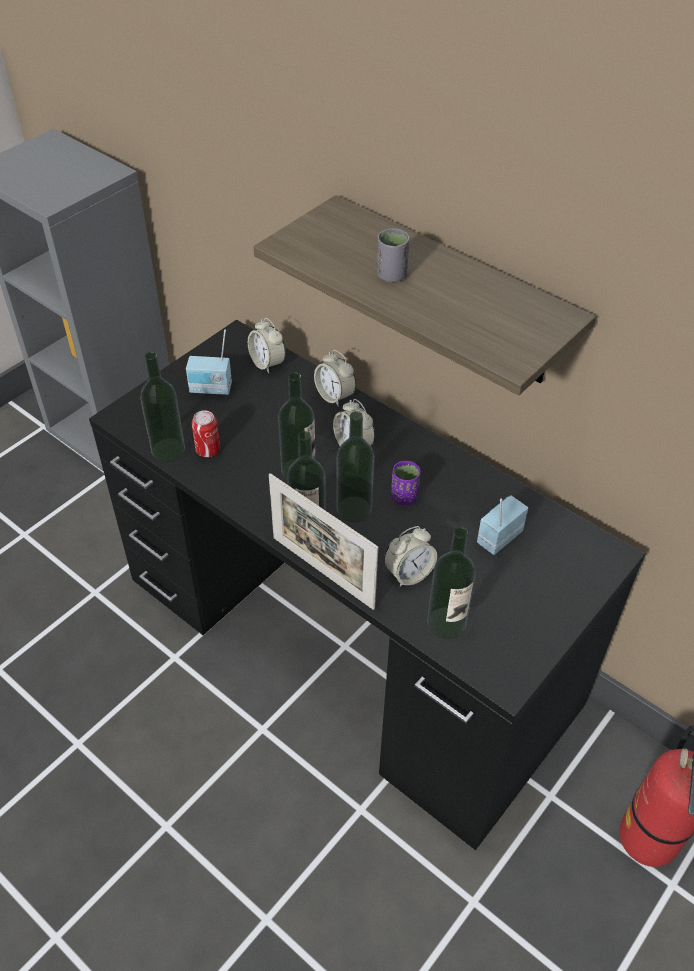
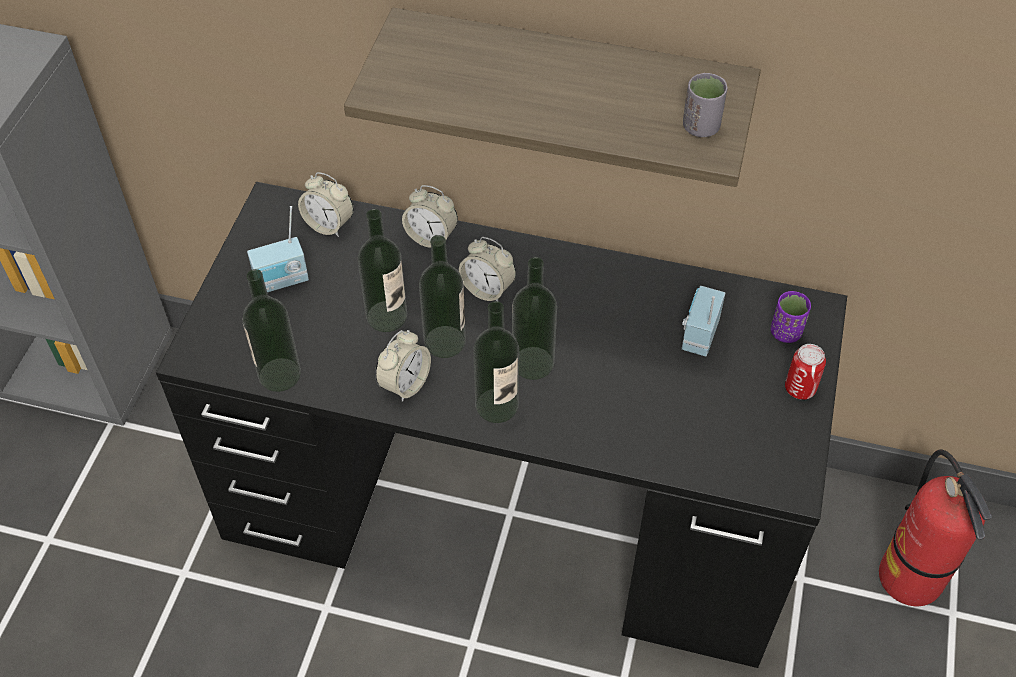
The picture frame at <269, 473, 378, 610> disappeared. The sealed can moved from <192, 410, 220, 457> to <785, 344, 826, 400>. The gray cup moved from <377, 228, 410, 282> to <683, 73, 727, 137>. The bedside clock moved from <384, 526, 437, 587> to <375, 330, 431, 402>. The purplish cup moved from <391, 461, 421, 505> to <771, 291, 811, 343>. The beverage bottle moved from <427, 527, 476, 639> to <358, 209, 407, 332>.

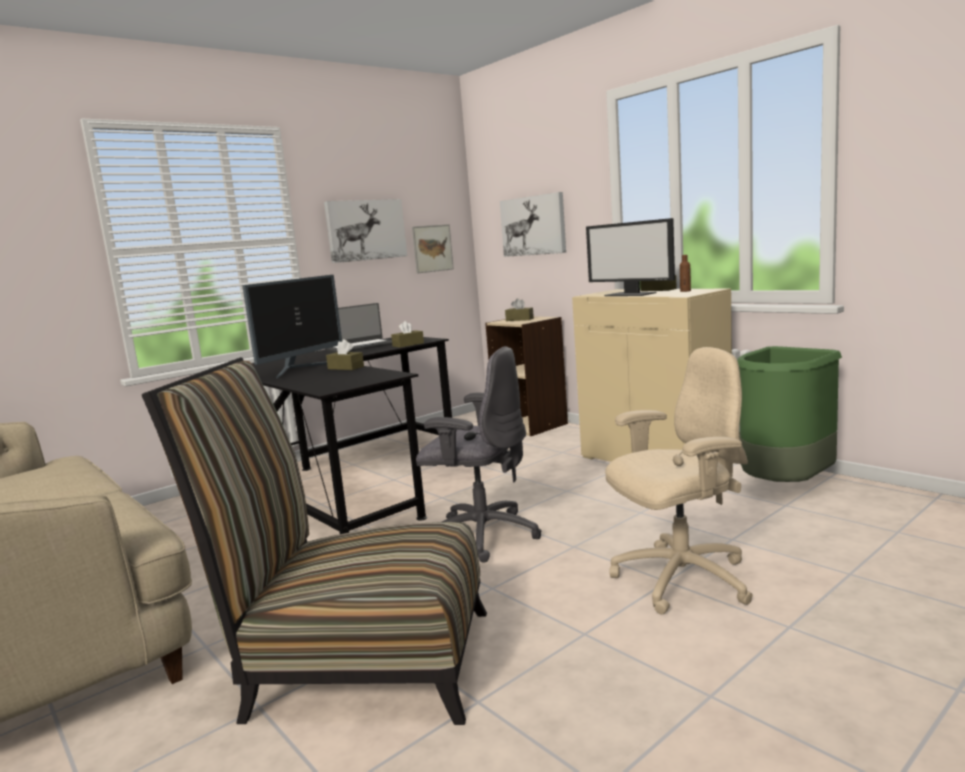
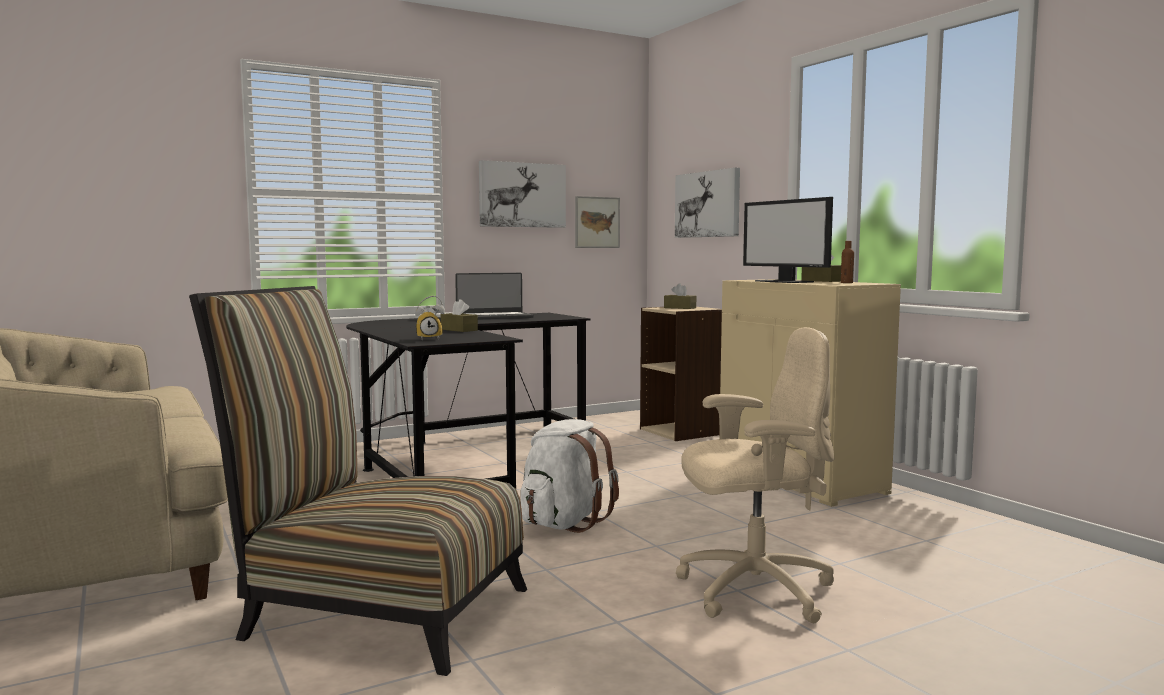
The monitor at <243, 275, 342, 378> disappeared. The brown tissue box at <391, 321, 424, 348> disappeared. The green-coloured trash can at <737, 346, 842, 482> disappeared. The bedside clock at <415, 296, 445, 340> appeared. The gray office chair at <416, 346, 541, 563> was replaced by the whitish knapsack at <521, 419, 619, 533>.

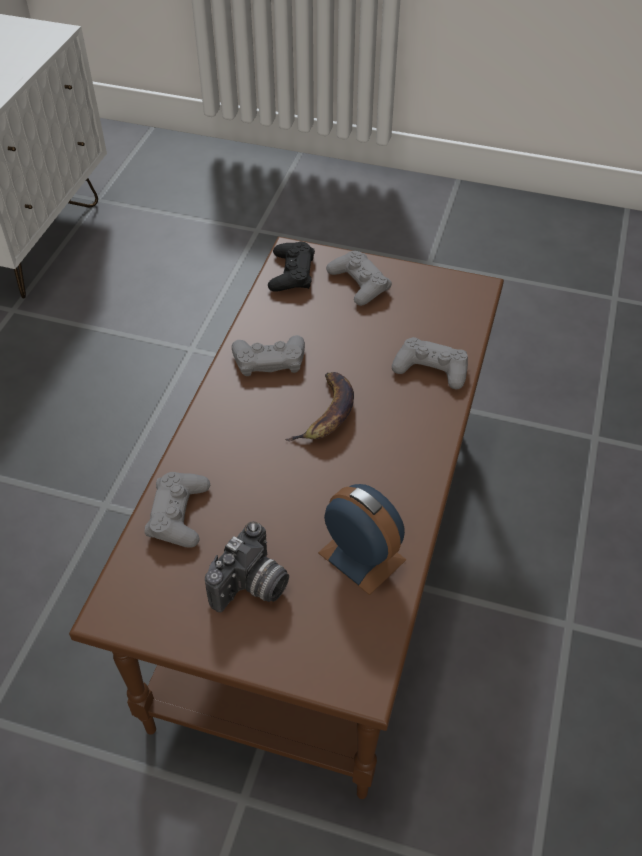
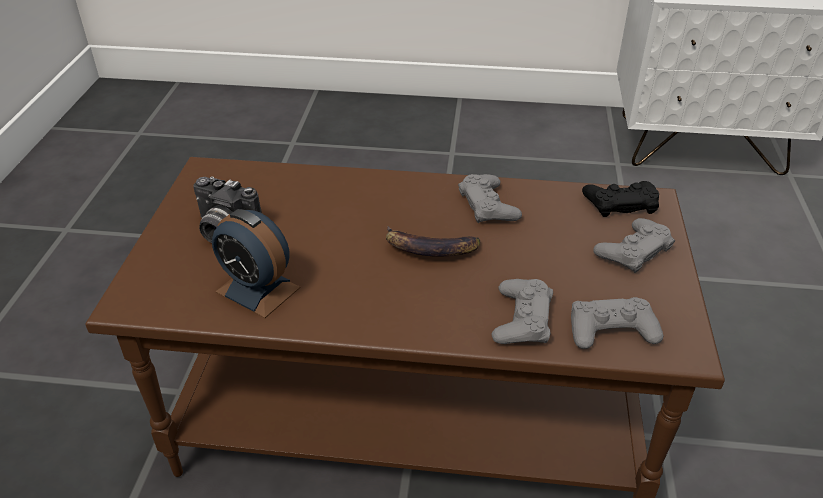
The gray gamepad moved from <145, 472, 210, 548> to <571, 297, 663, 349>. The bedside clock at <318, 484, 406, 595> turned 90 degrees clockwise.

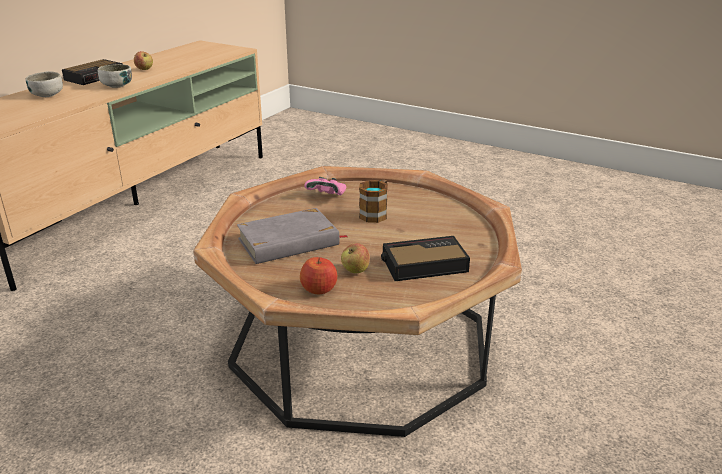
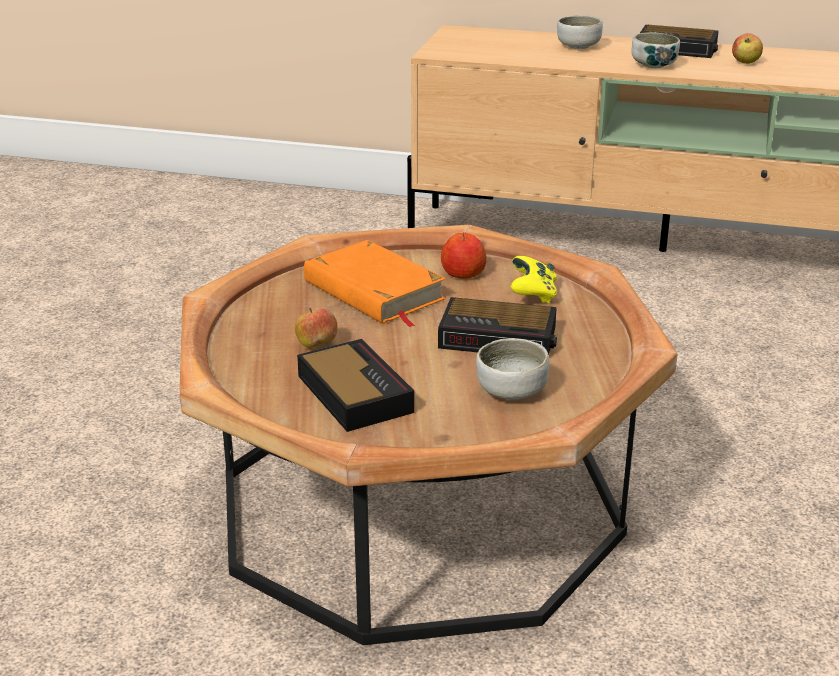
The bowl at <476, 338, 550, 400> appeared. The apple fruit moved from <300, 257, 337, 294> to <441, 233, 487, 279>. The tea mug at <359, 180, 388, 223> was replaced by the bedside clock at <438, 297, 557, 355>. The gray book at <237, 208, 347, 264> became the orange book at <304, 240, 446, 327>. The pinkish gamepad at <304, 177, 346, 195> became the yellow gamepad at <510, 256, 557, 304>.

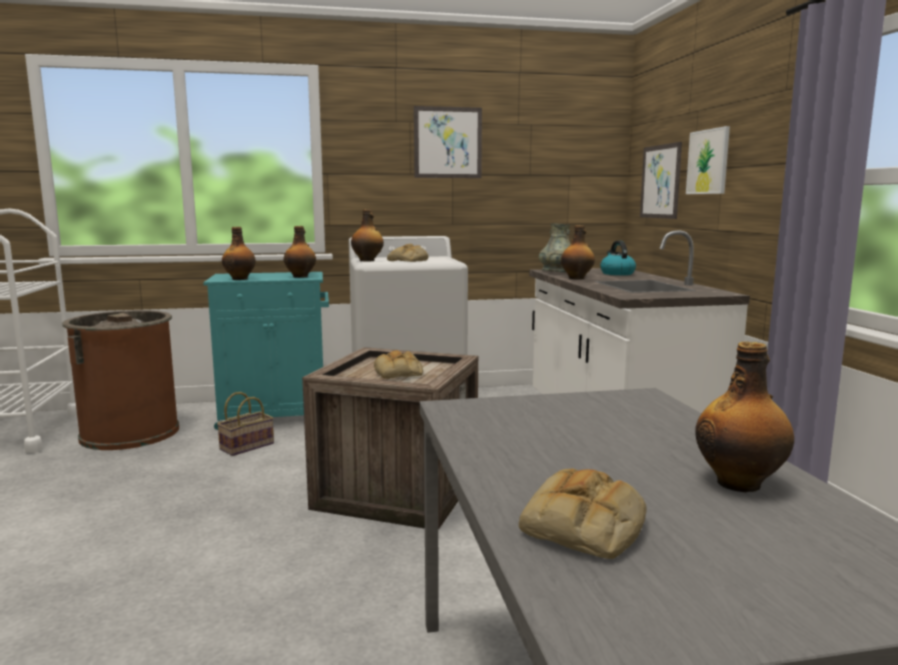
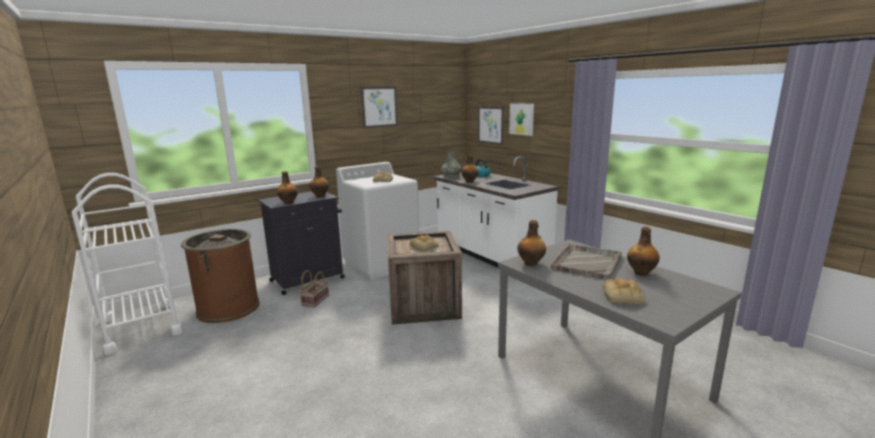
The gray serving tray at <551, 244, 622, 280> appeared. The beverage bottle moved from <351, 209, 384, 262> to <517, 220, 546, 266>. The blue-green cabinet at <203, 272, 329, 430> became the black cabinet at <258, 191, 345, 295>.

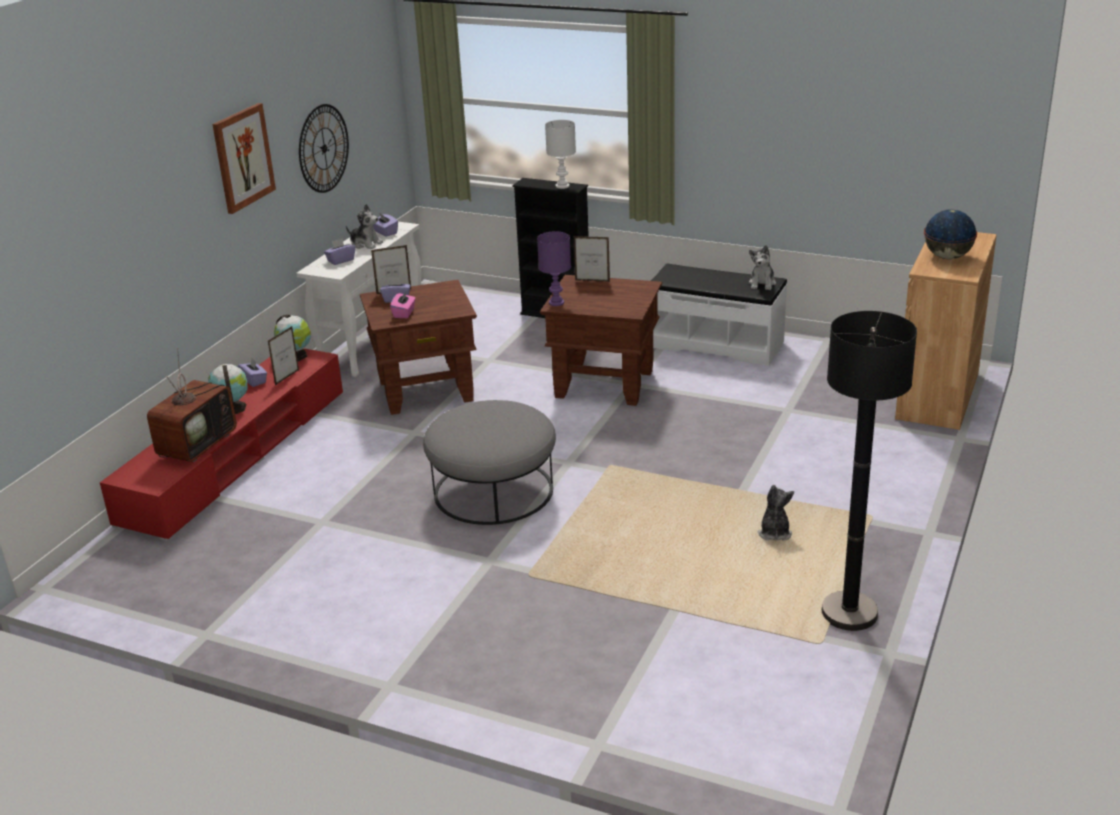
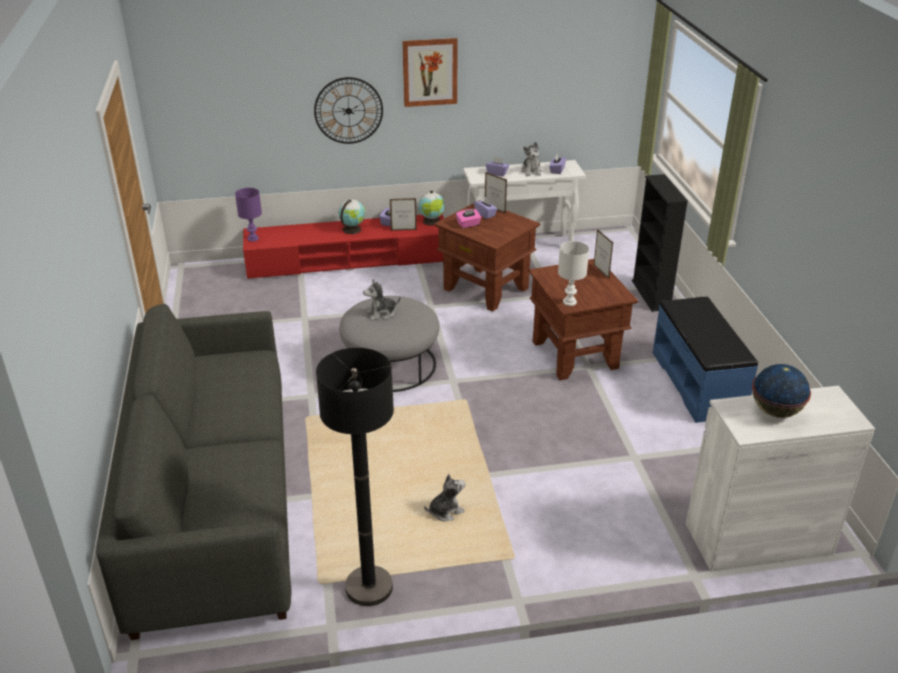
The TV set at <147, 348, 237, 462> disappeared. The gray settee at <96, 304, 292, 640> appeared. The wall clock moved from <299, 104, 349, 193> to <314, 77, 383, 144>. The purplish lamp for a table moved from <537, 231, 571, 306> to <235, 188, 262, 242>. The whitish lamp for a table moved from <545, 120, 576, 189> to <558, 241, 589, 306>. The soft toy moved from <749, 245, 776, 290> to <363, 279, 401, 320>. The whitish bench at <651, 263, 787, 366> became the blue bench at <653, 296, 758, 423>. The brown cabinet at <895, 232, 997, 430> became the whitish cabinet at <686, 386, 875, 571>.

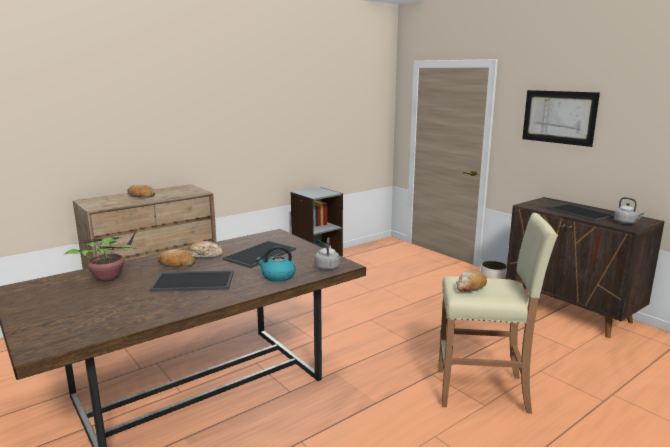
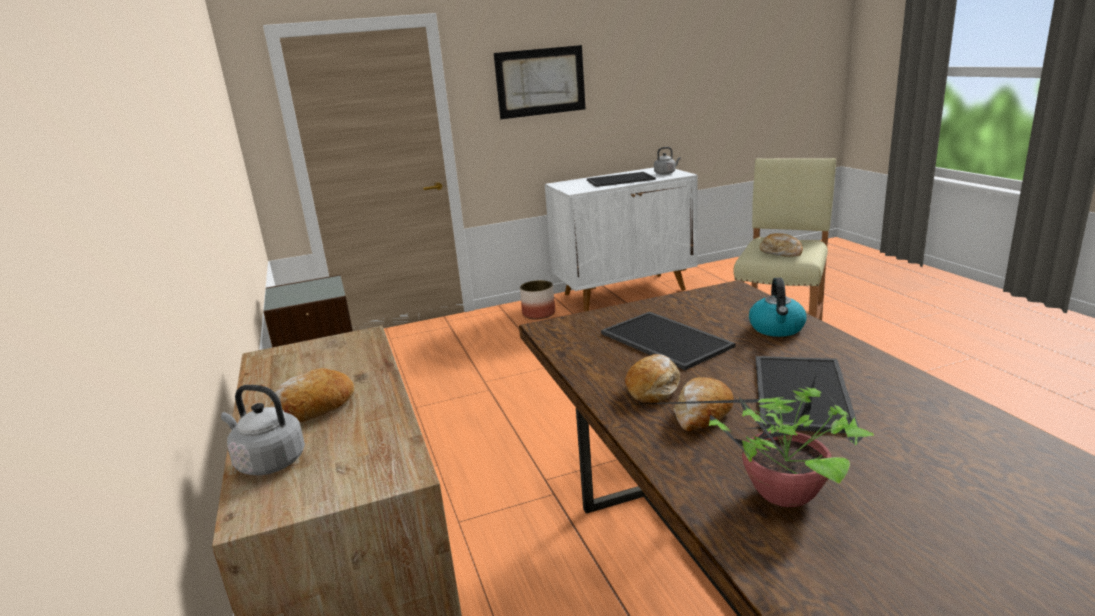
The gray kettle moved from <315, 238, 340, 270> to <221, 385, 305, 475>. The brown cabinet at <506, 197, 665, 338> became the whitish cabinet at <545, 168, 698, 311>.

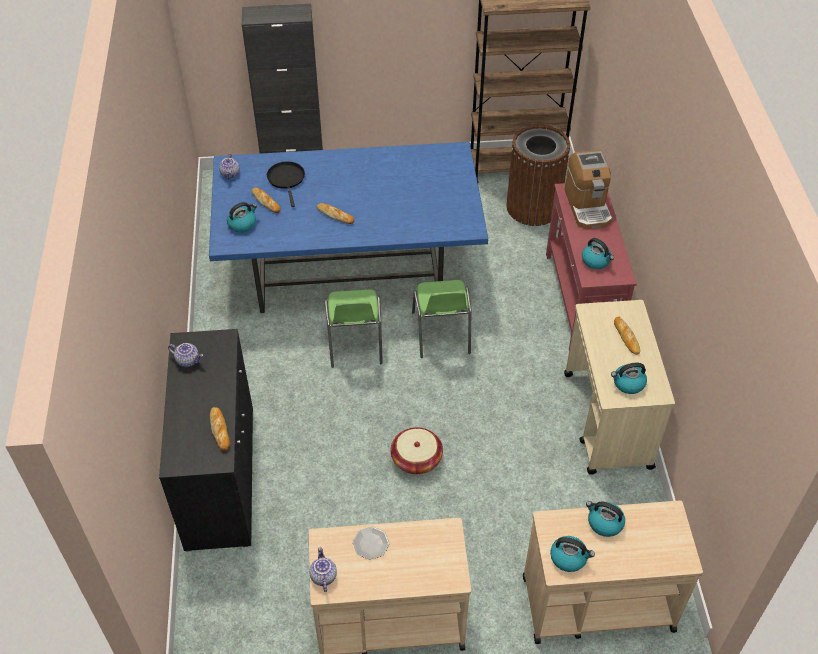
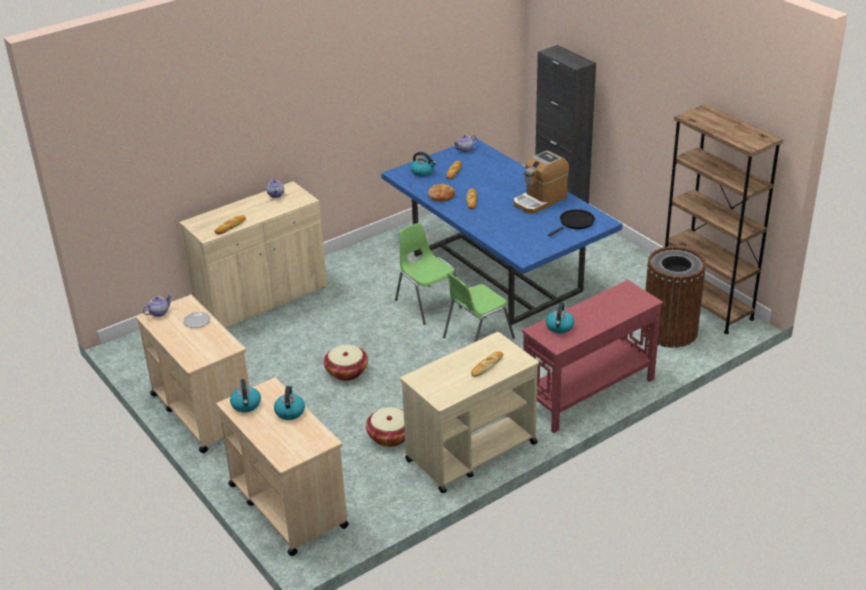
The kettle at <611, 363, 647, 394> disappeared. The storage basket at <366, 407, 405, 447> appeared. The bakery bread at <428, 184, 455, 202> appeared. The black skillet moved from <267, 161, 305, 207> to <548, 209, 595, 237>. The coffee machine moved from <565, 150, 612, 229> to <514, 151, 569, 214>. The black cabinet at <159, 329, 253, 552> became the beige cabinet at <179, 181, 327, 328>. The green-coloured upright chair at <325, 289, 383, 368> turned 90 degrees clockwise.

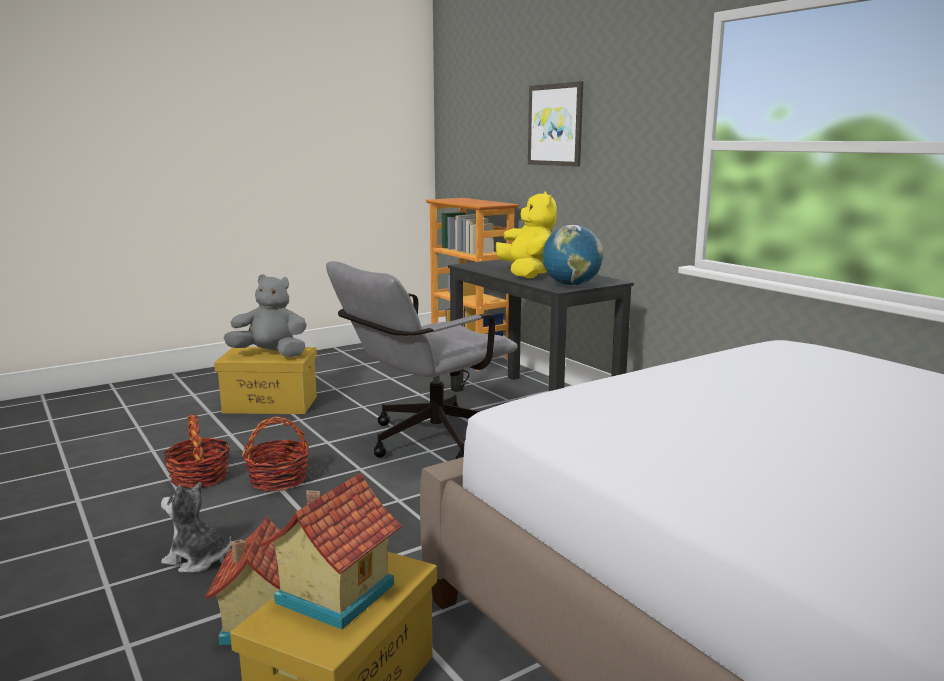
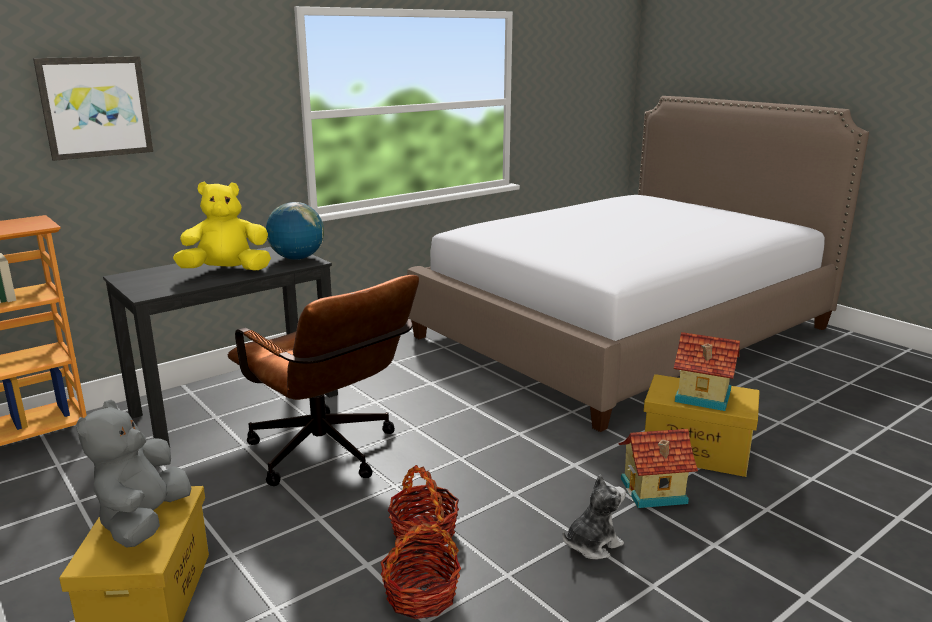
The gray office chair at <326, 261, 518, 459> became the brown office chair at <228, 275, 419, 486>. The soft toy at <161, 482, 232, 573> turned 135 degrees counterclockwise.

